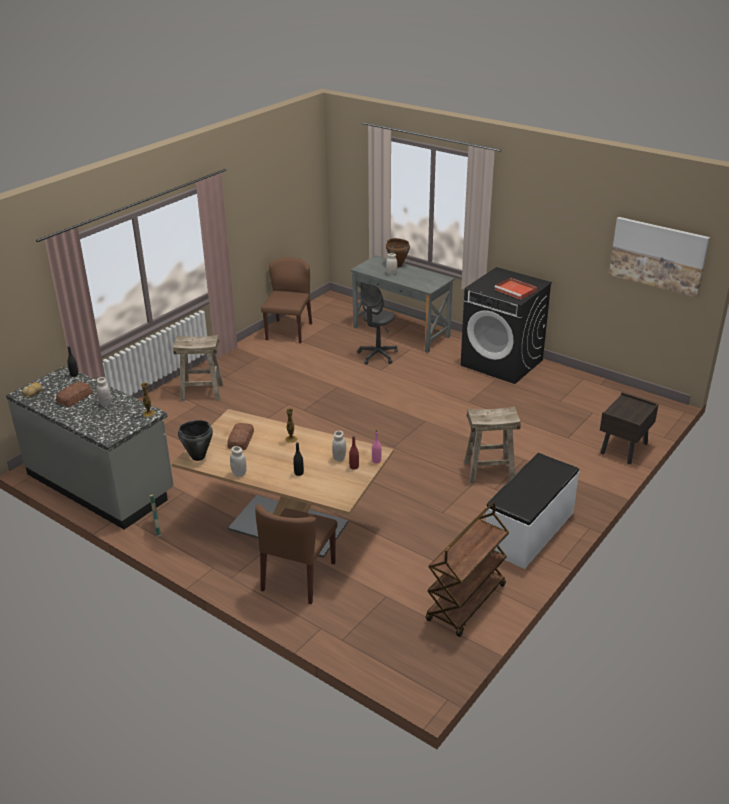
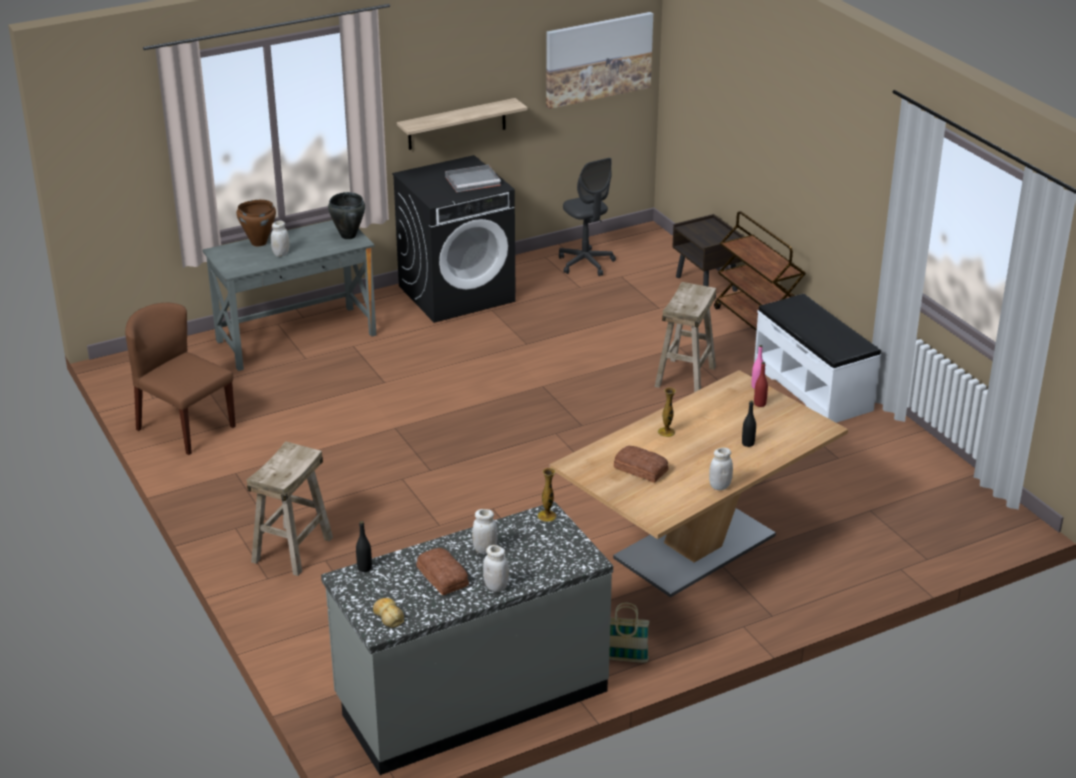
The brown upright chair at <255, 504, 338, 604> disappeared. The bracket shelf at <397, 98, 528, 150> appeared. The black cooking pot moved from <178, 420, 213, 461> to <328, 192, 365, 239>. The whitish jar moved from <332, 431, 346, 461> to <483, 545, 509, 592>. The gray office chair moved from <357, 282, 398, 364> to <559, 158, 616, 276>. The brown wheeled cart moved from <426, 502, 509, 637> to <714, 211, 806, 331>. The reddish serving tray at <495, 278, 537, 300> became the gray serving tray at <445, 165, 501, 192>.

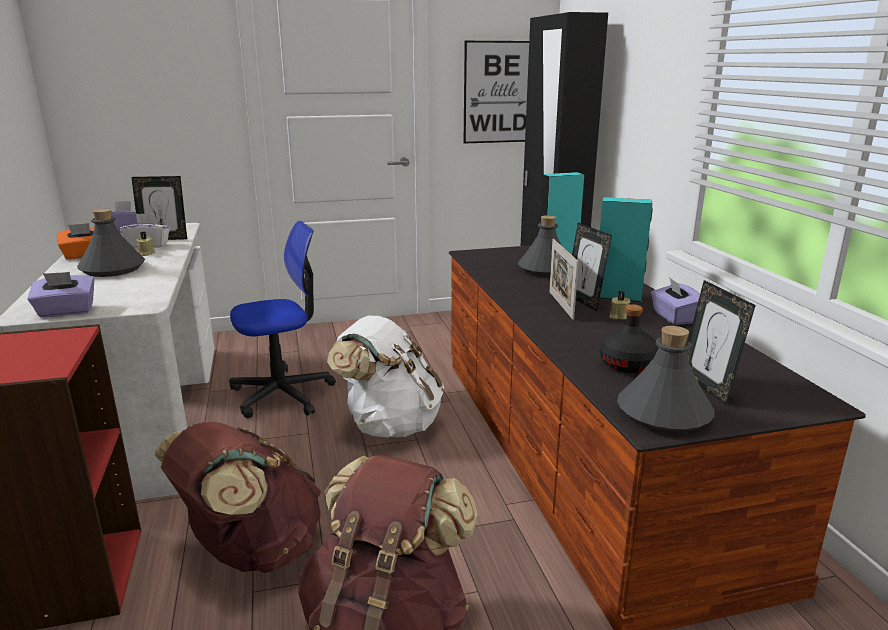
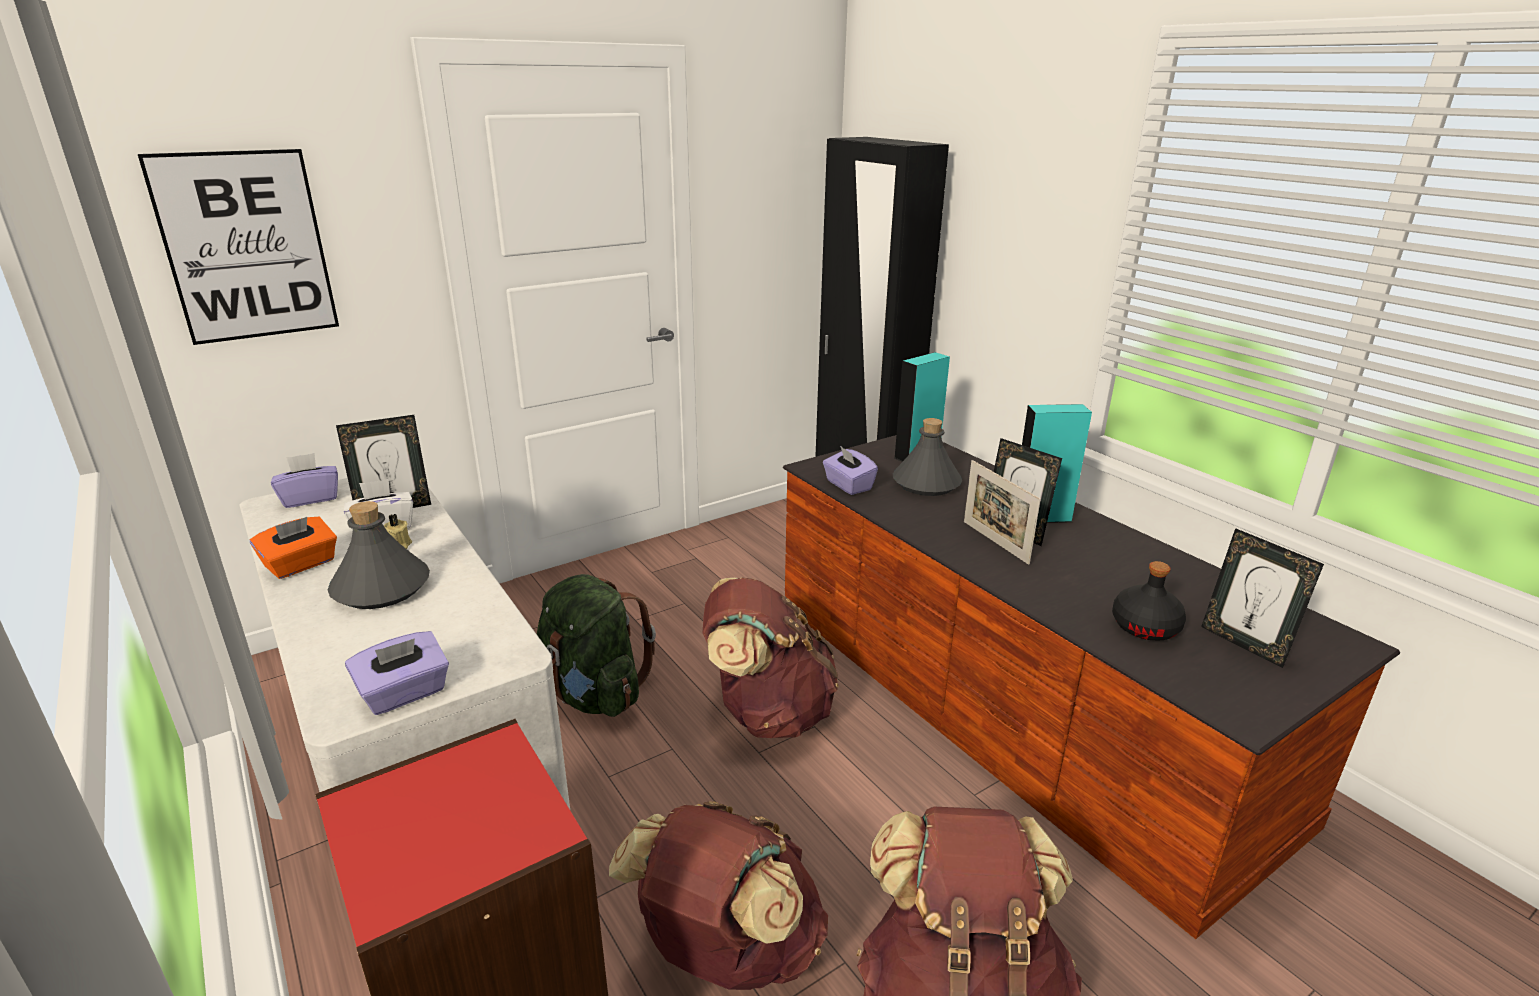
The beige candle at <609, 291, 631, 320> disappeared. The gray beverage bottle at <617, 326, 714, 433> disappeared. The picture moved from <464, 41, 529, 143> to <138, 149, 339, 345>. The purplish tissue box moved from <651, 277, 700, 325> to <823, 446, 878, 495>. The office chair at <229, 221, 336, 418> was replaced by the green-coloured knapsack at <537, 574, 656, 717>. The whitish knapsack at <327, 315, 444, 437> became the brown knapsack at <703, 577, 839, 738>.

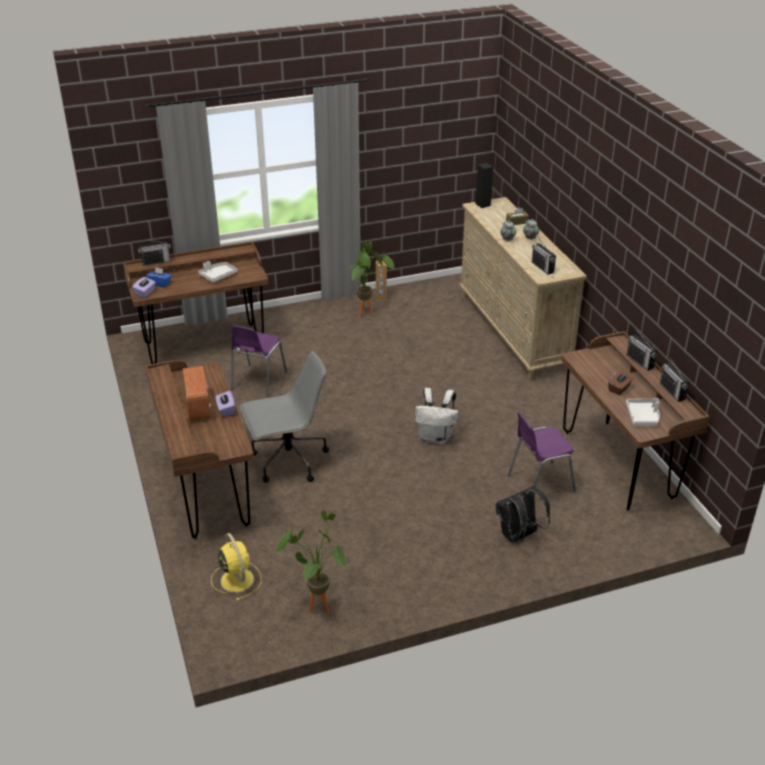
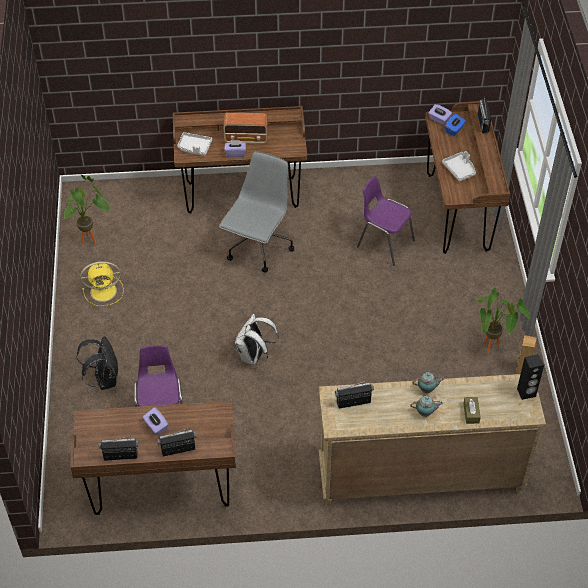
The yellow electric fan moved from <211, 533, 261, 601> to <81, 261, 124, 306>. The gray serving tray moved from <626, 398, 660, 426> to <177, 132, 212, 156>. The brown tissue box at <608, 370, 633, 395> became the purplish tissue box at <143, 407, 169, 436>. The gray office chair at <240, 350, 329, 483> turned 150 degrees counterclockwise.

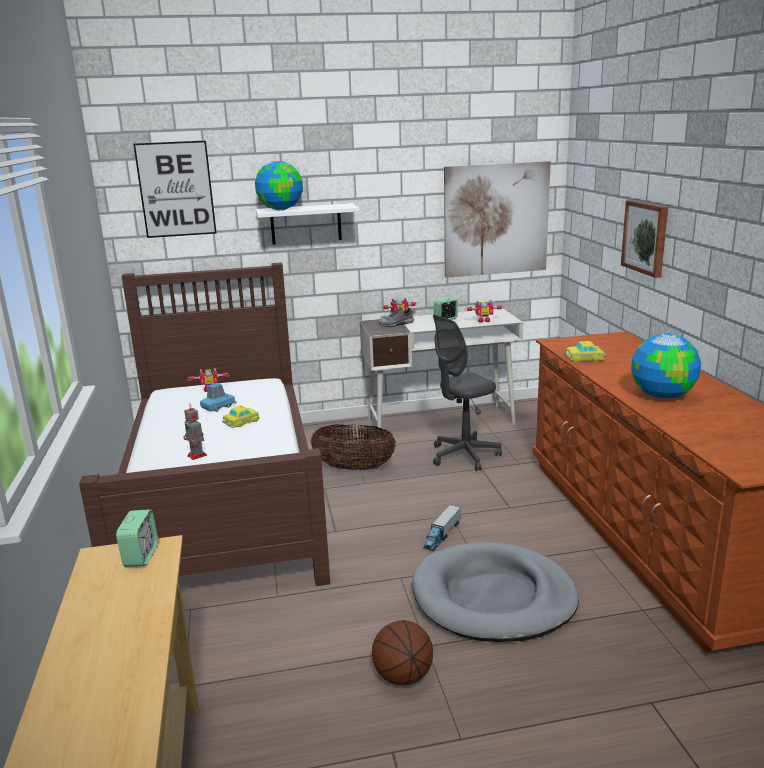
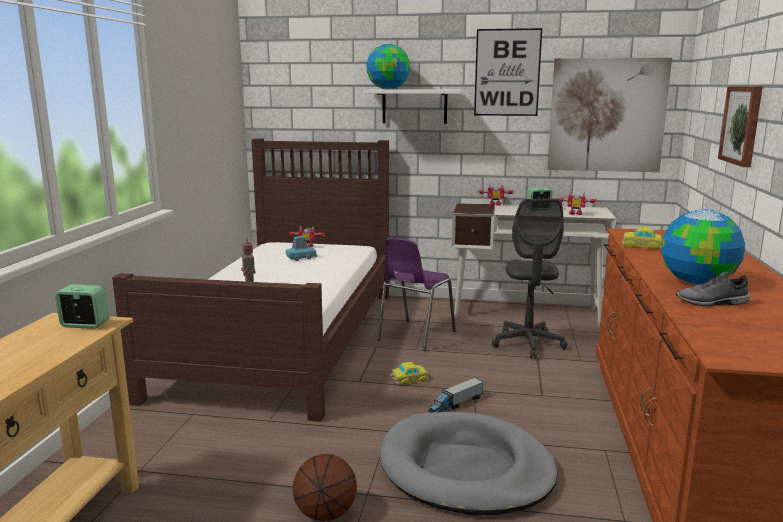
The picture moved from <133, 140, 216, 238> to <474, 28, 542, 116>. The model car moved from <222, 406, 260, 428> to <390, 362, 428, 385>. The gray low shoe moved from <378, 307, 414, 327> to <676, 271, 750, 306>. The storage basket at <310, 424, 396, 470> was replaced by the purplish upright chair at <377, 238, 456, 351>. The bedside clock at <116, 509, 158, 567> turned 105 degrees counterclockwise. The gray office chair at <433, 314, 502, 471> turned 75 degrees counterclockwise.

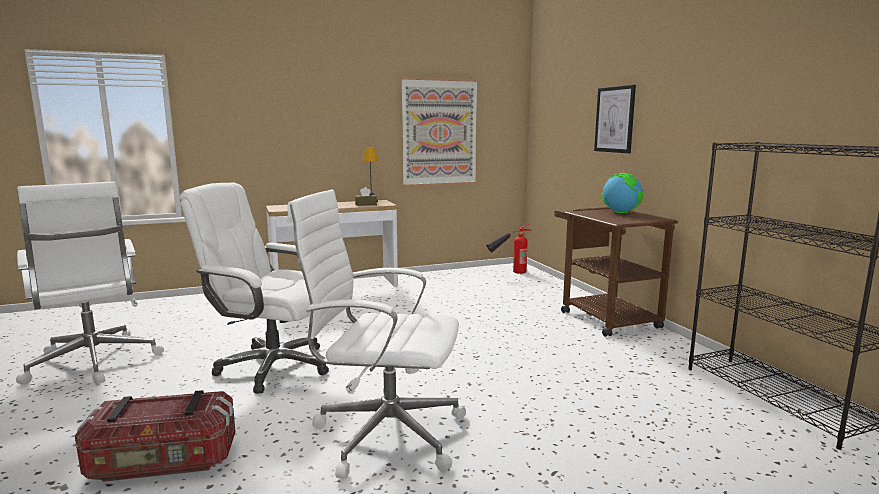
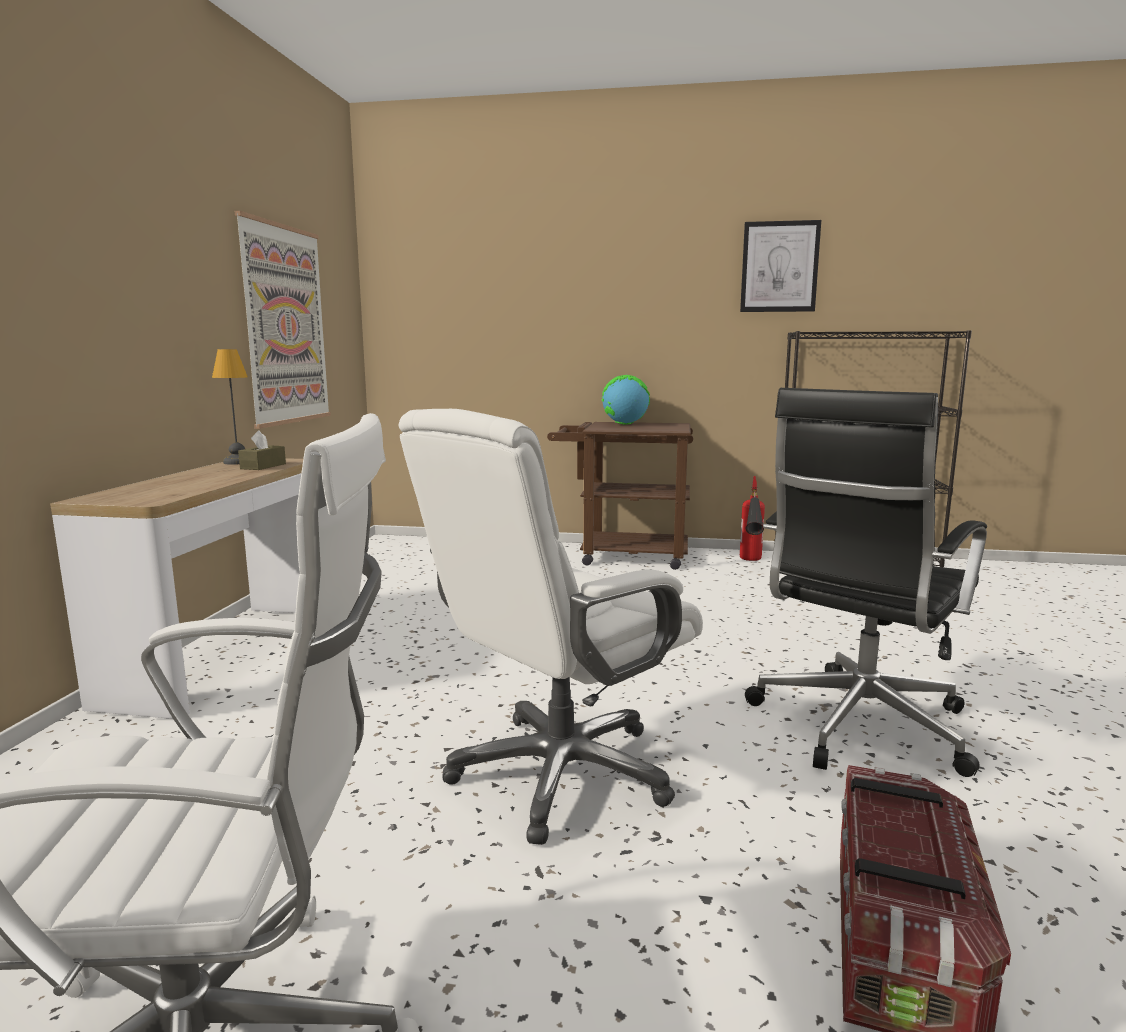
The extinguisher moved from <486, 223, 532, 274> to <740, 476, 765, 561>. The picture moved from <594, 85, 636, 153> to <740, 220, 821, 312>. The whitish office chair at <287, 190, 466, 479> became the black office chair at <745, 388, 987, 777>.

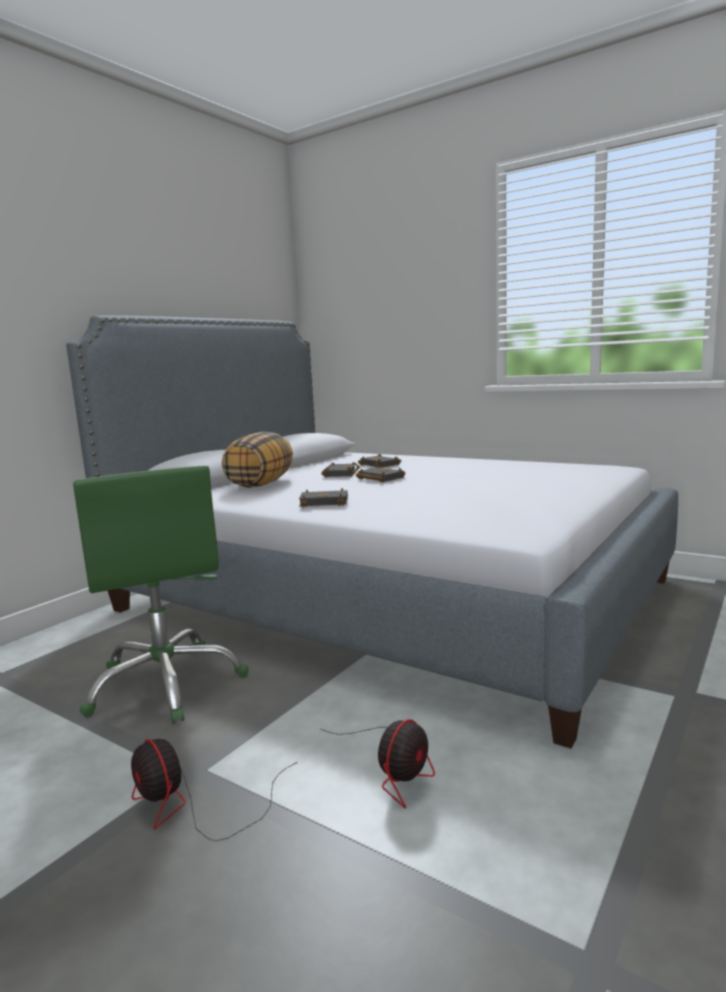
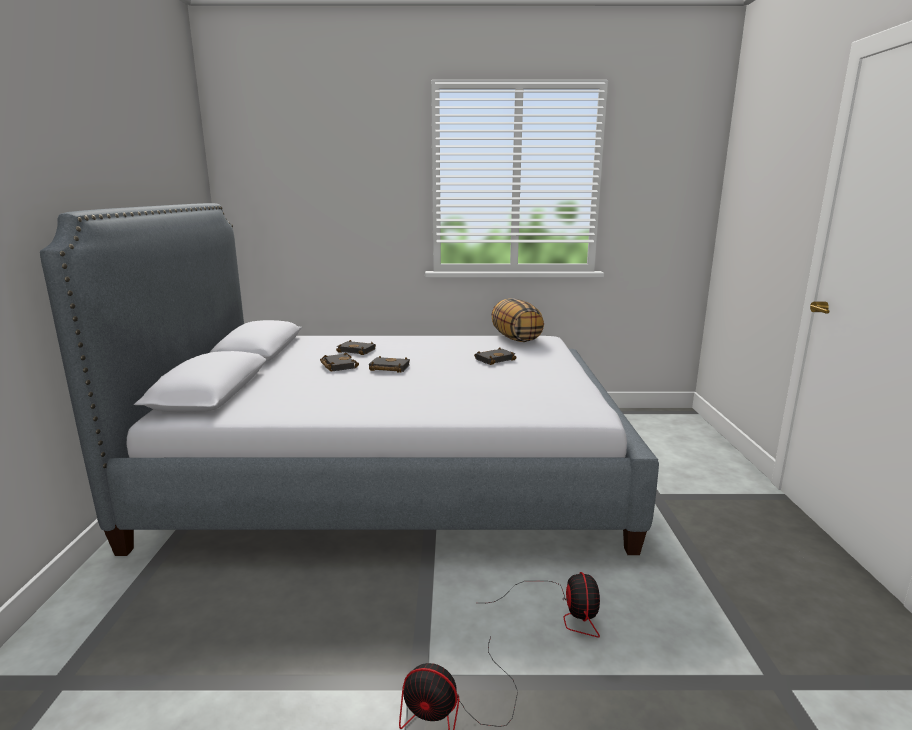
The green-coloured office chair at <73, 466, 249, 724> disappeared. The throw pillow moved from <222, 432, 293, 488> to <492, 298, 544, 342>. The black book moved from <299, 488, 348, 507> to <474, 347, 517, 365>.

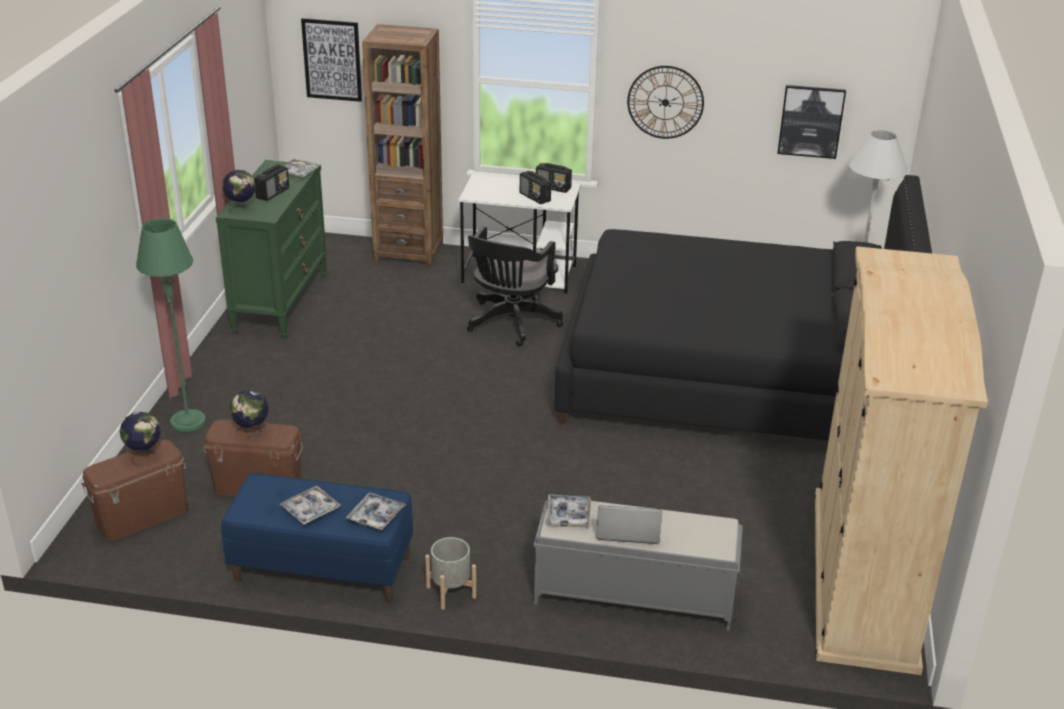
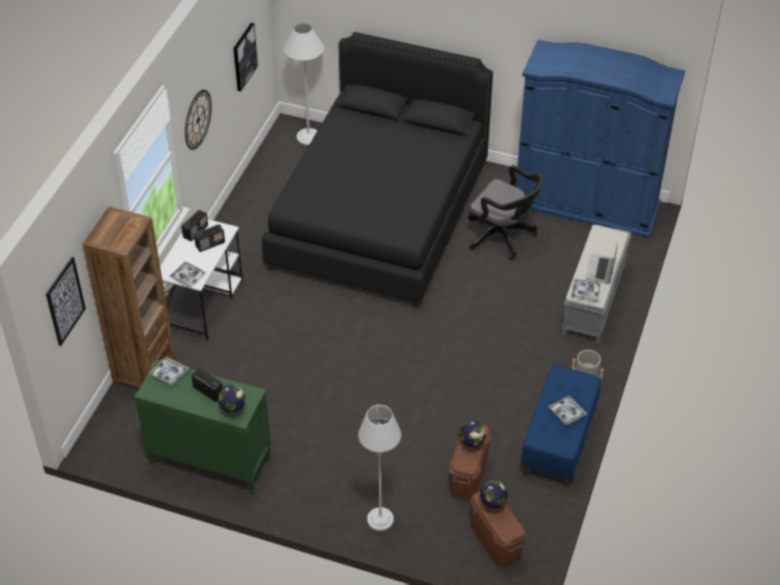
The serving tray moved from <346, 492, 406, 530> to <169, 262, 206, 288>. The black office chair moved from <467, 226, 563, 347> to <468, 165, 543, 260>. The green-coloured floor lamp at <136, 218, 206, 432> became the gray floor lamp at <358, 405, 401, 531>. The beige clothes cupboard at <815, 246, 988, 675> became the blue clothes cupboard at <516, 40, 685, 238>.

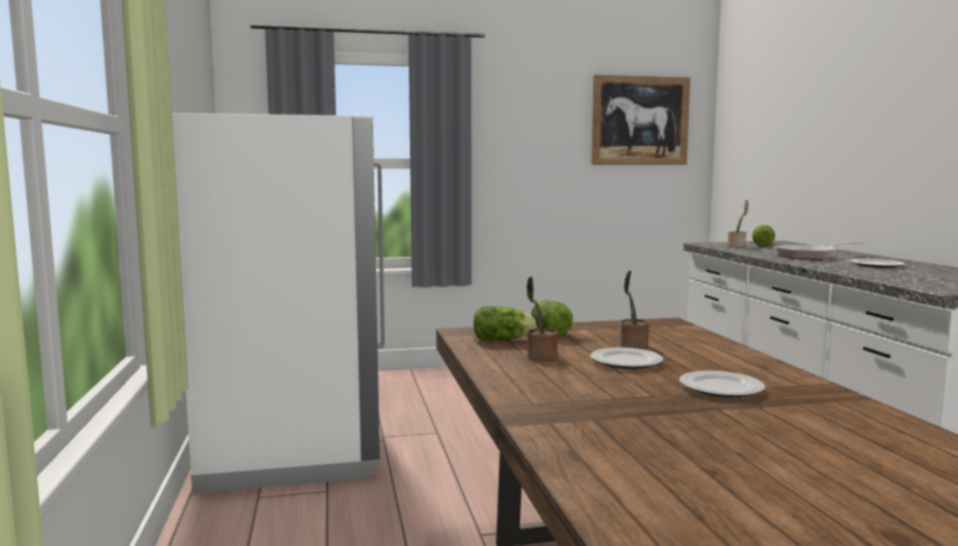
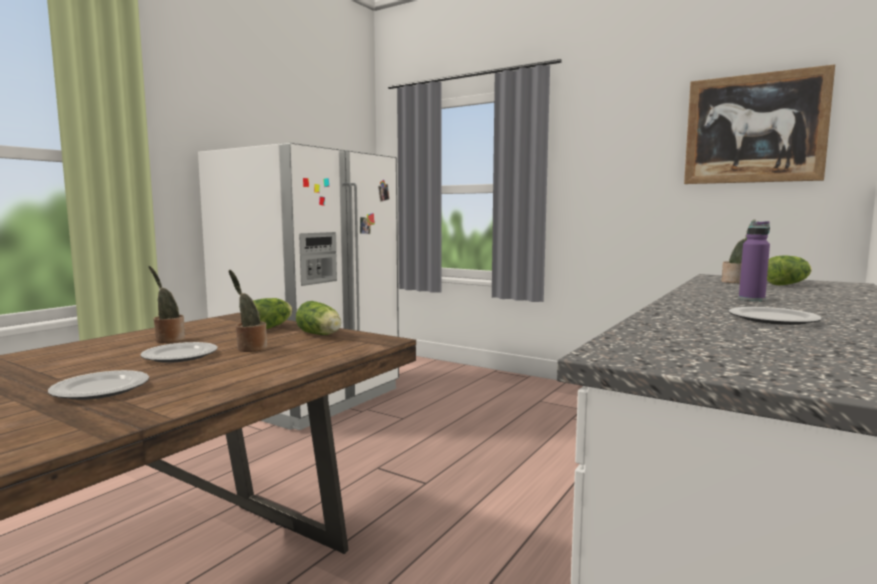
The lettuce head moved from <473, 306, 536, 341> to <296, 301, 341, 335>. The skillet at <774, 242, 863, 260> was replaced by the purplish beverage bottle at <739, 221, 770, 301>.

